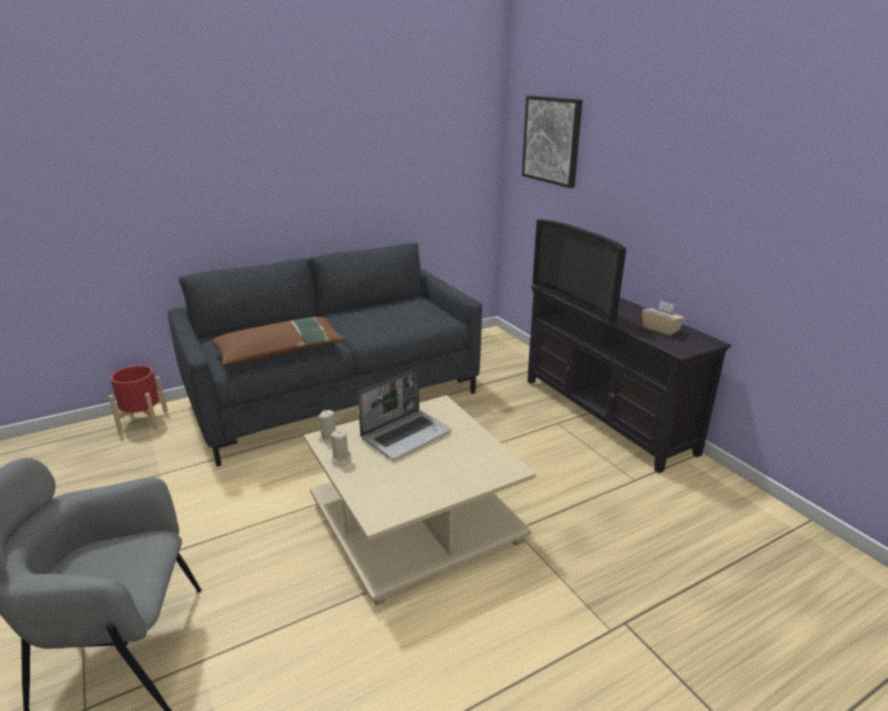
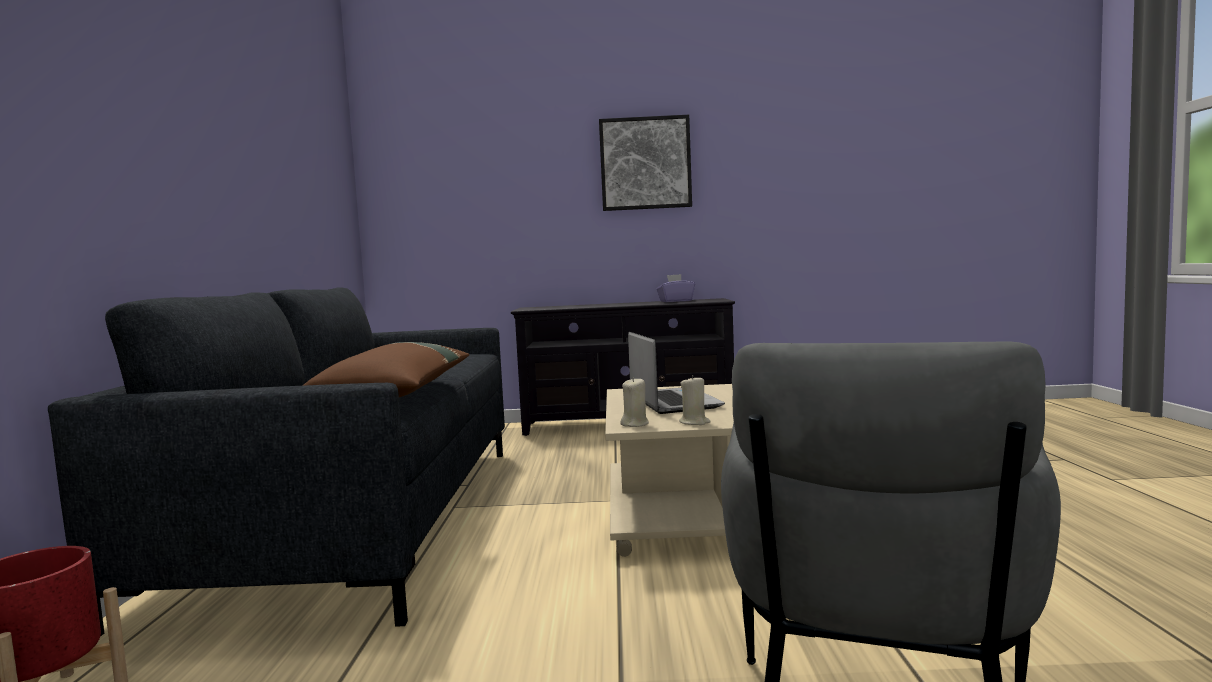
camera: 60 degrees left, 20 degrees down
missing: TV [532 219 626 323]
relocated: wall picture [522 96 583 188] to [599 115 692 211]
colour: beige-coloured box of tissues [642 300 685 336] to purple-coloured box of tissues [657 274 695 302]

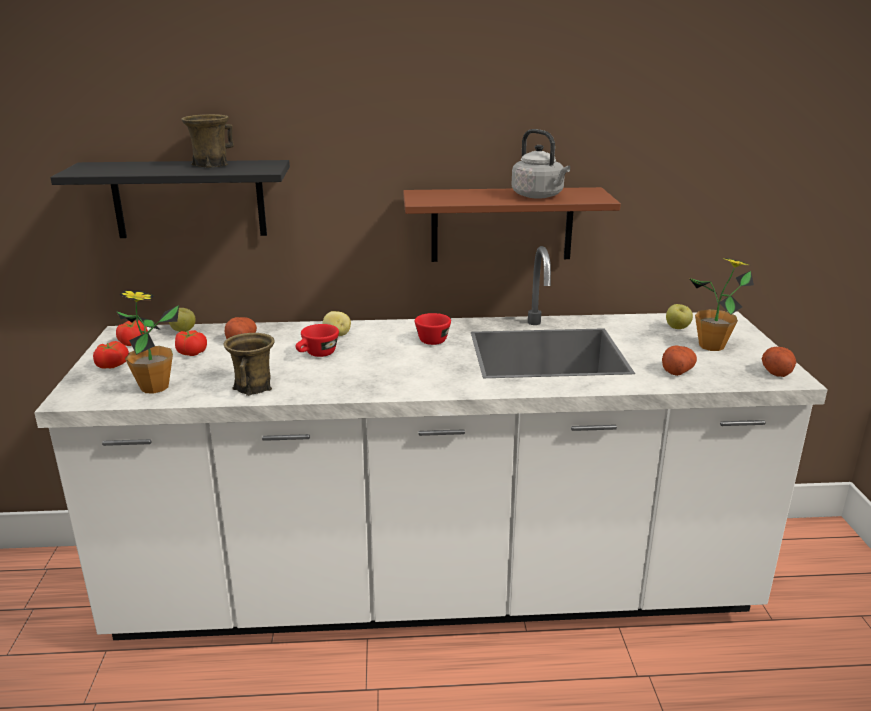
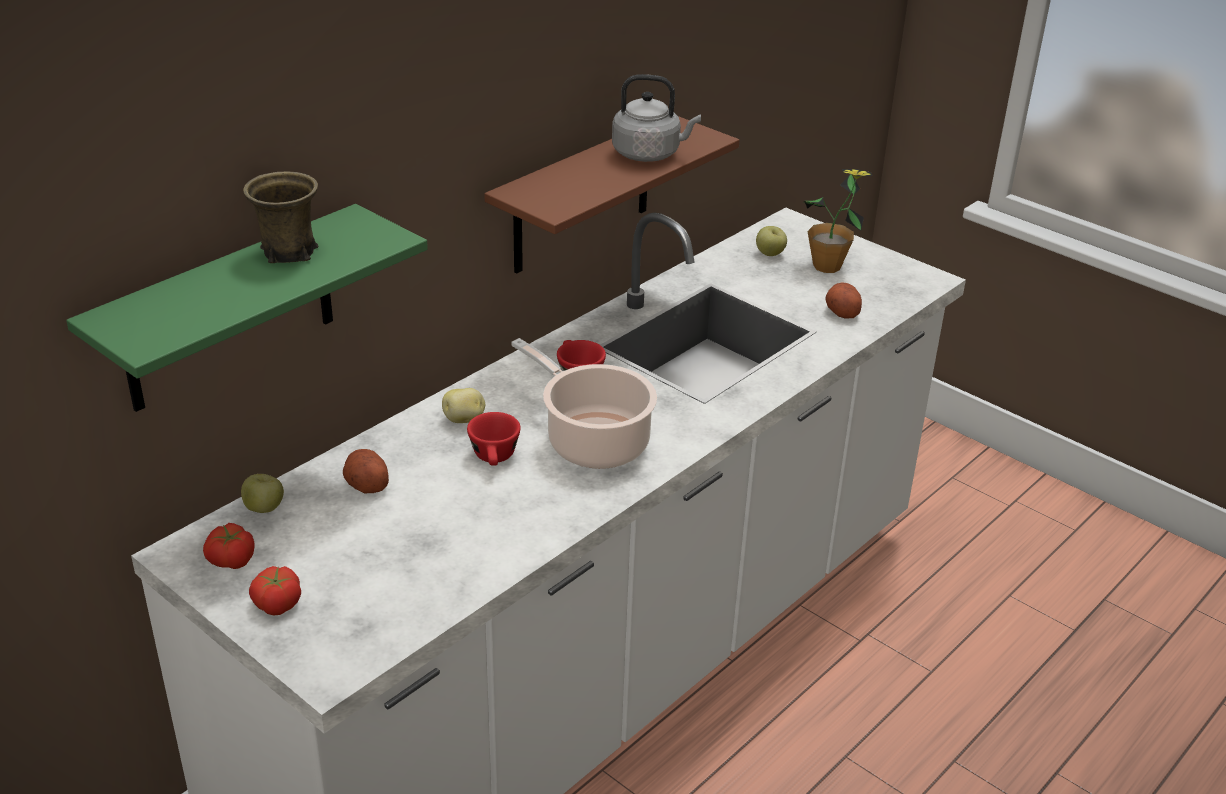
camera: 45 degrees left, 10 degrees up
missing: potted plant [116 291 179 394]; fresh tomato [175 330 207 356]; brown coffee mug [223 333 275 396]; spud [762 347 796 377]
appeared: saucepot [512 338 657 469]
colour: blackish bracket shelf [50 160 290 238] to green bracket shelf [66 204 428 412]

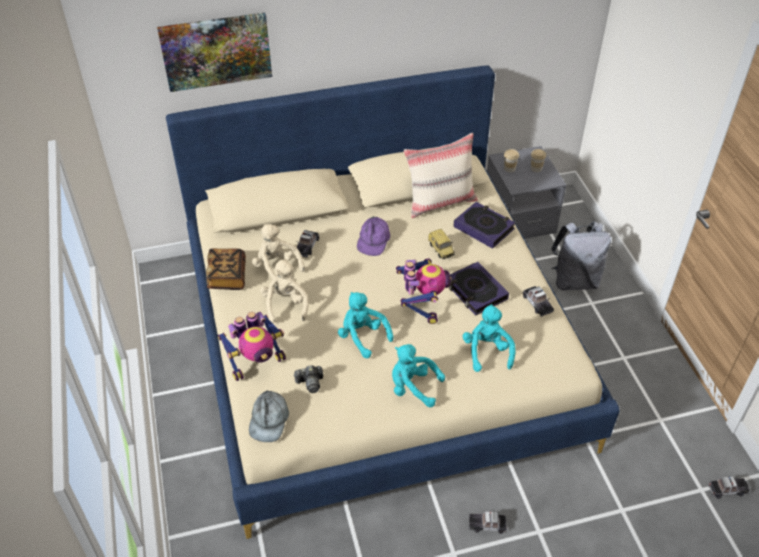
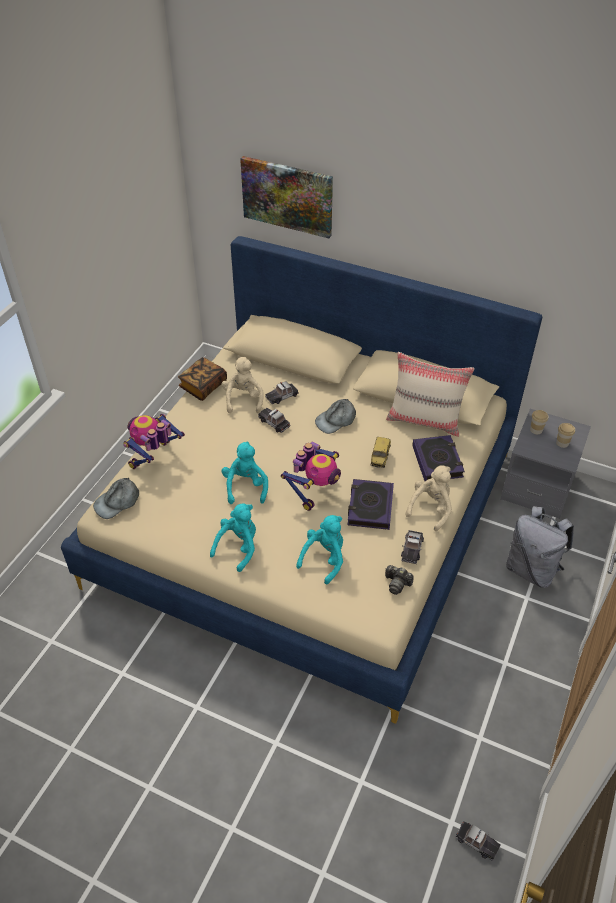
camera: 40 degrees right, 0 degrees up
relocated: beige-coloured cuddly toy [260 259 309 323] to [406 465 452 531]; photo camera [294 365 323 393] to [385 565 414 595]; toy car [469 511 507 534] to [258 408 290 433]
colour: purple-coloured cap [357 216 390 256] to greyish cap [315 399 356 434]
spun: robot figure [218 312 286 381] = [124 414 185 469] 120 degrees clockwise; turquoise-coloured cuddly toy [392 344 445 407] = [210 504 256 572] 60 degrees clockwise

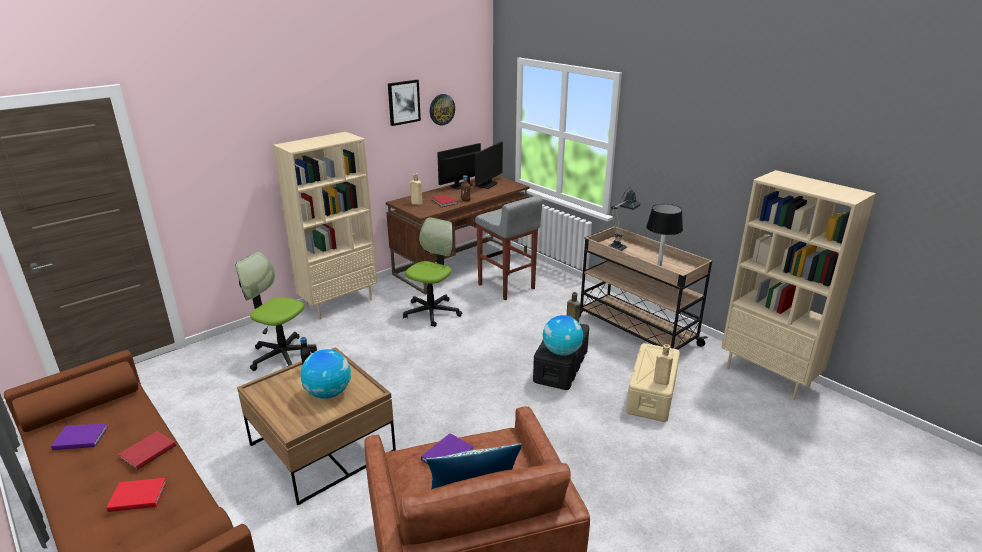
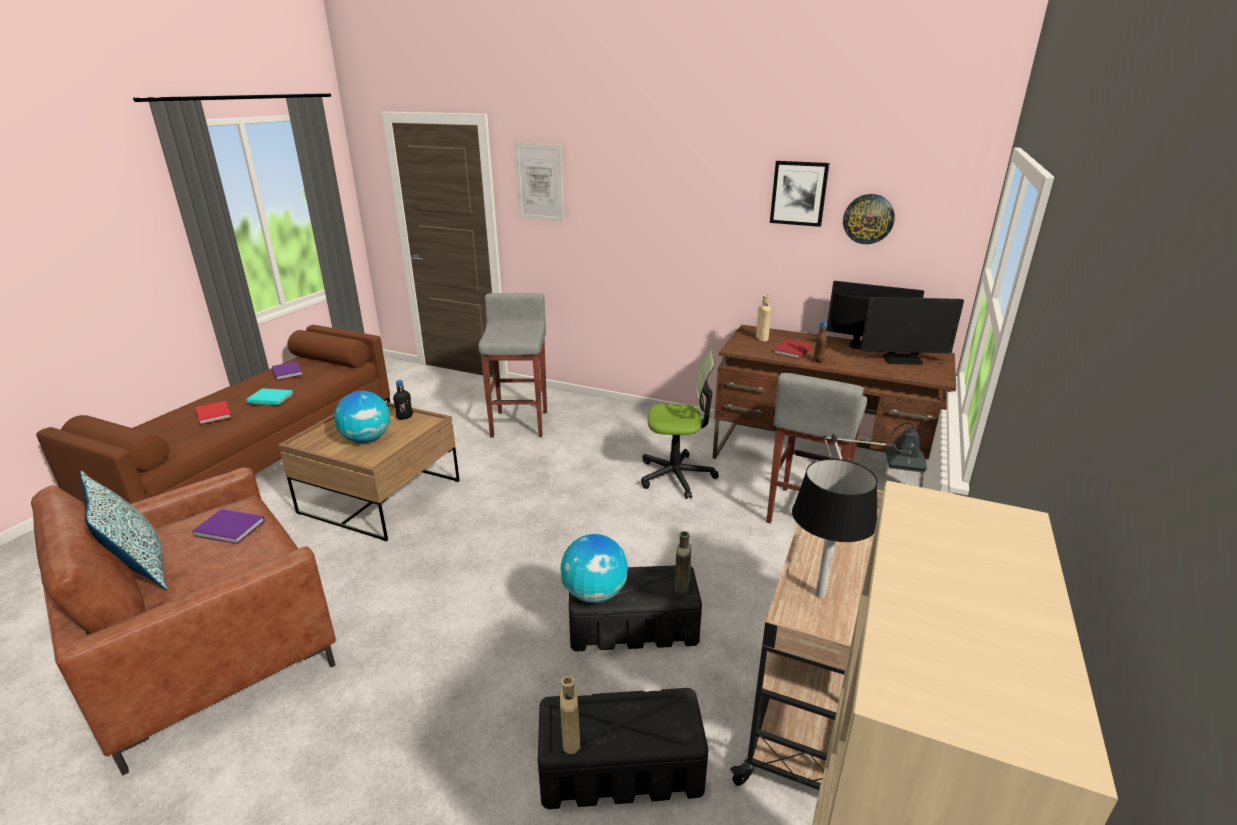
camera: 65 degrees right, 0 degrees up
missing: beige-coloured shelving unit [273 132 377 319]
appeared: wall picture [514 143 564 222]
exchanged: office chair [236 252 317 371] to greyish stool [479 293 547 437]
colour: red book [118 431 176 470] to turquoise-coloured book [246 388 294 405]; beige-coloured storage container [626 343 680 422] to blackish storage container [538 688 708 809]

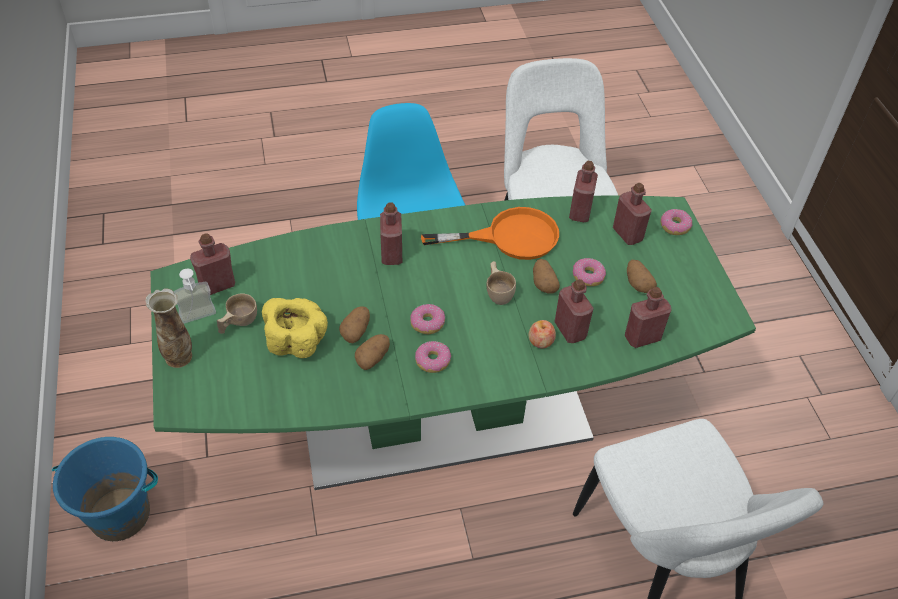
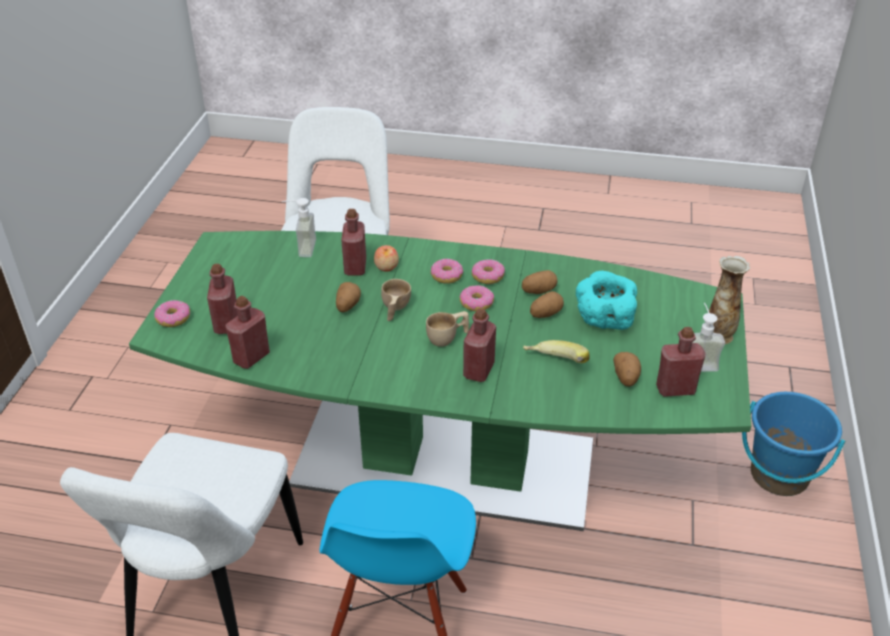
camera: 155 degrees left, 10 degrees down
missing: orange-coloured pan [421 207 559 260]
appeared: whole banana [523 340 590 363]
relocated: beige-coloured small cup [217 294 257 334] to [426 311 469 347]; doughnut [573 258 606 286] to [431 258 463 284]; spud [627 260 657 293] to [613 352 641 387]
exchanged: red bottle [625 287 671 348] to liquid soap bottle [282 198 316 257]
colour: yellowish serving bowl [262 298 328 358] to turquoise-coloured serving bowl [576 271 637 330]

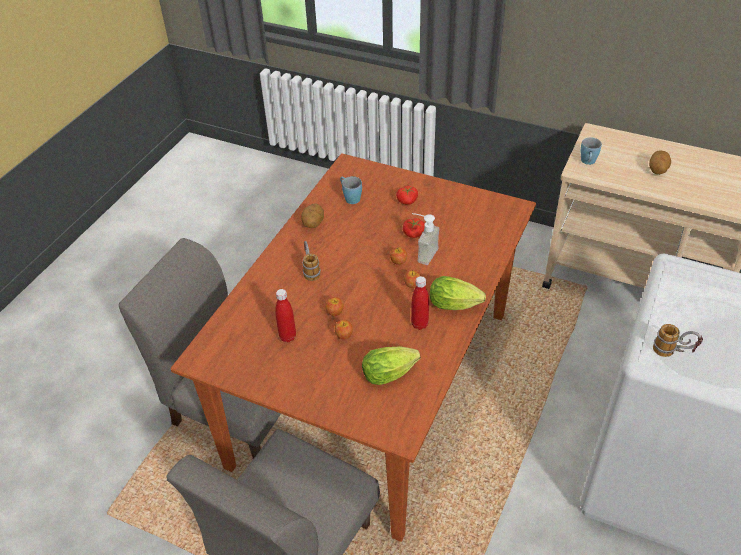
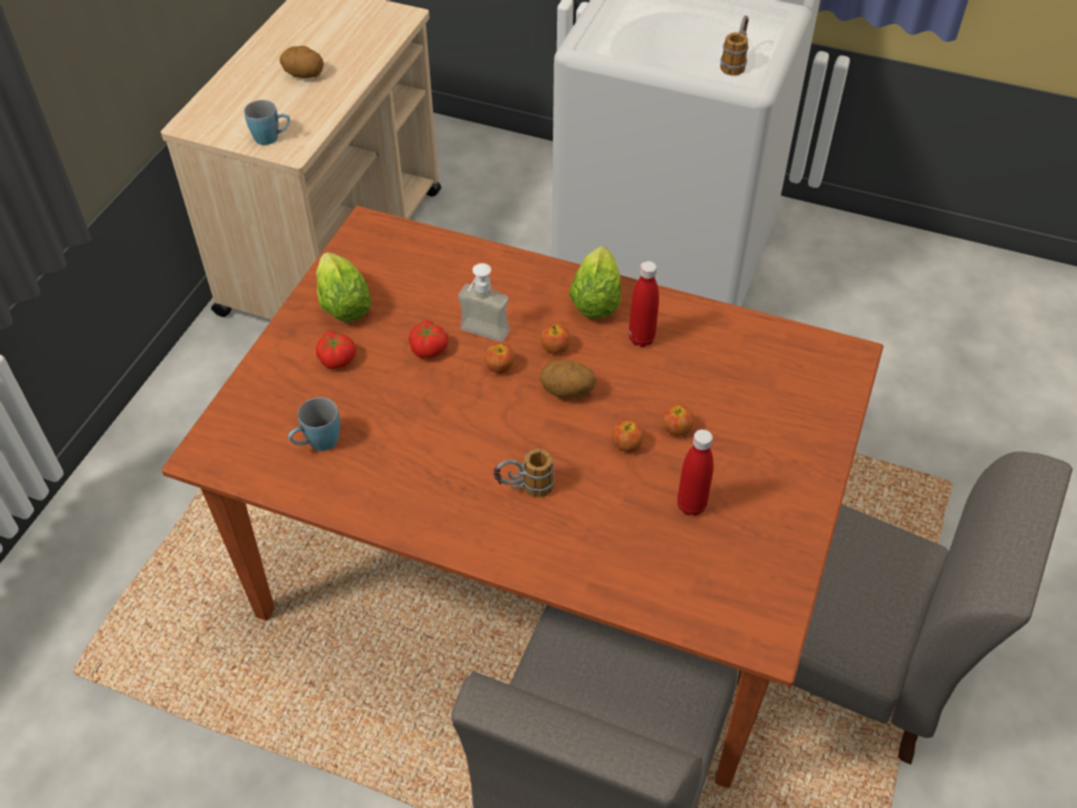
camera: 95 degrees left, 5 degrees up
relocated: spud [301 203 324 228] to [540 360 597 398]; lettuce [362 346 420 385] to [316 252 372 322]

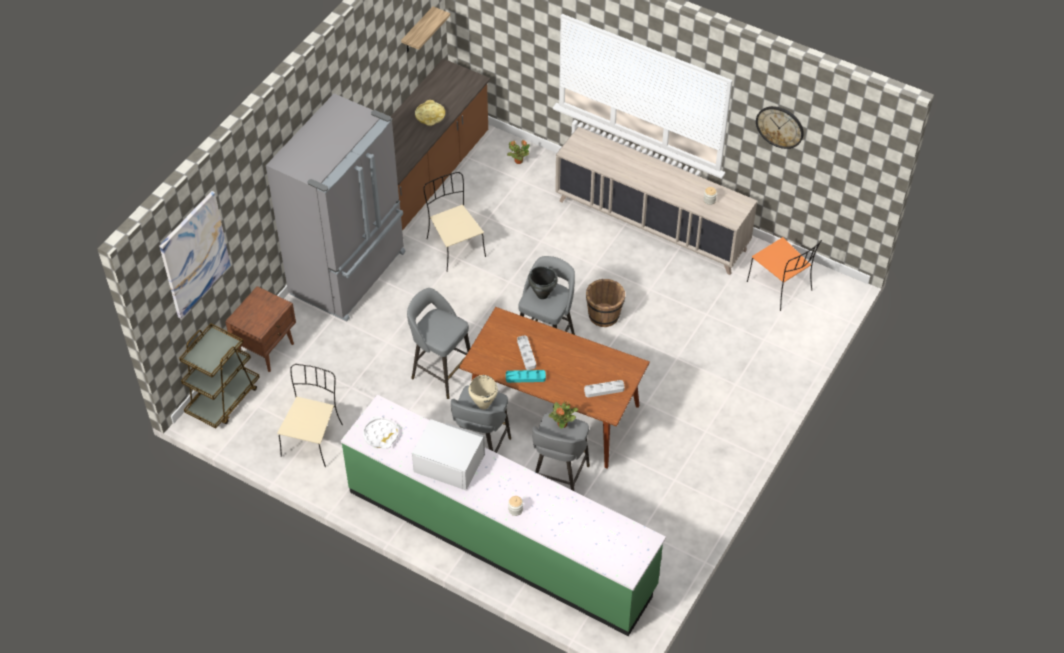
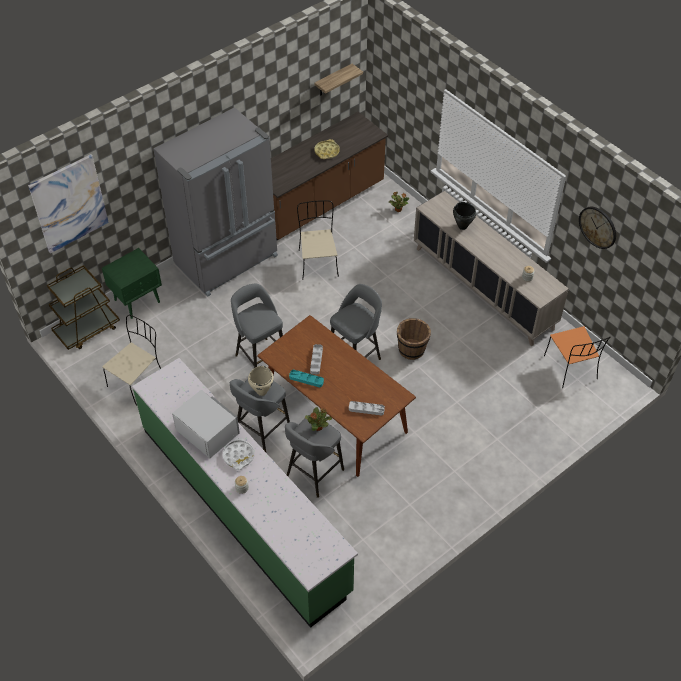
camera: 20 degrees right, 0 degrees up
relocated: white carrying tray [363 416 398 449] to [223 437 254 470]; blackish saucepot [528 266 557 299] to [453 202 476 230]
colour: brown bedside table [225 286 296 372] to green bedside table [102 248 162 319]

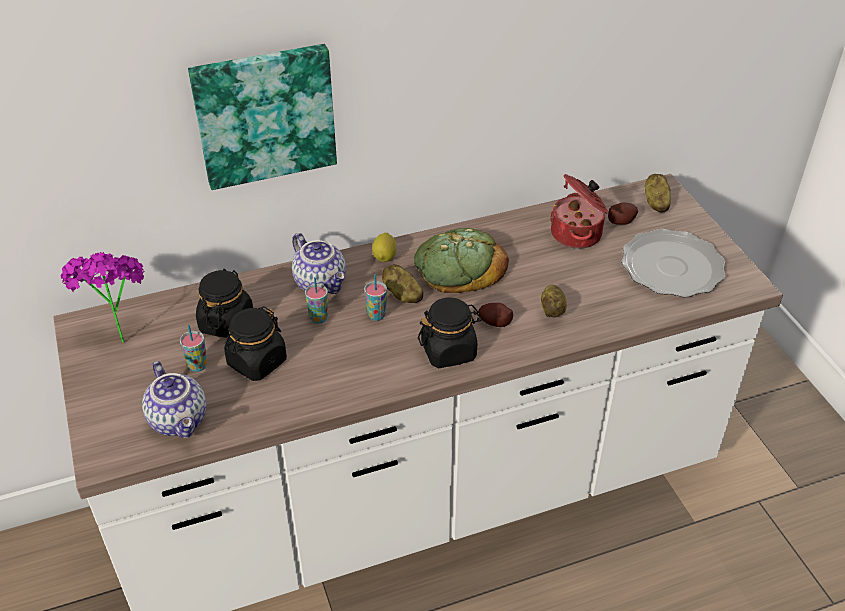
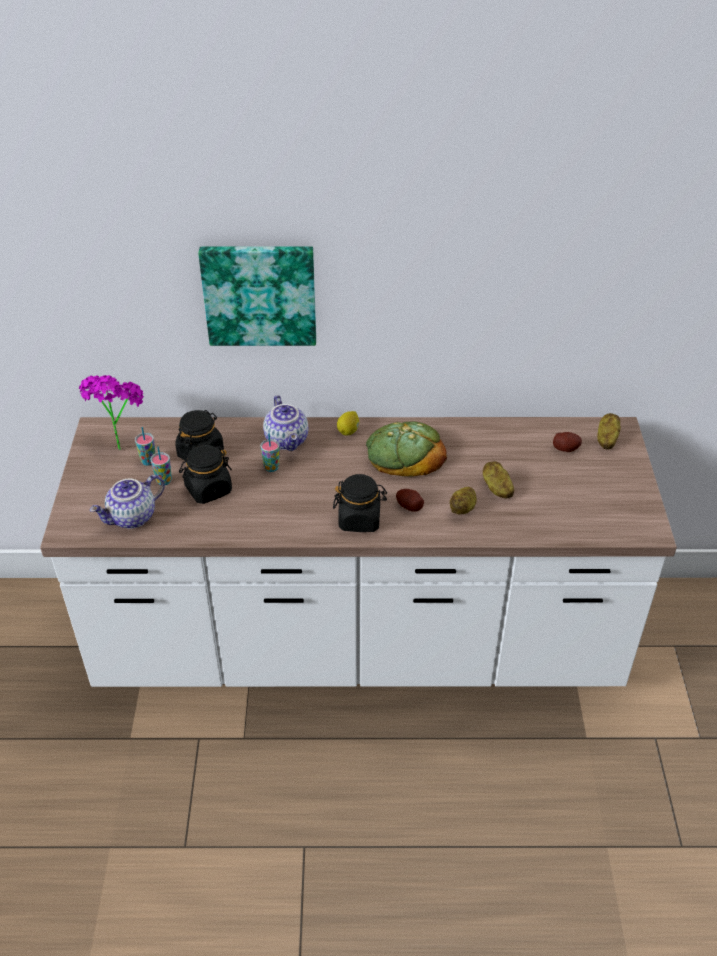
camera: 20 degrees right, 0 degrees up
missing: saucepot [550 174 608 249]; flat dish [621 229 725 297]
relocated: small cup [364 274 387 321] to [135 427 155 466]; spud [382 264 424 303] to [483 461 514 499]
spun: tea pot [142 361 207 438] = [90 475 165 529] 60 degrees clockwise

